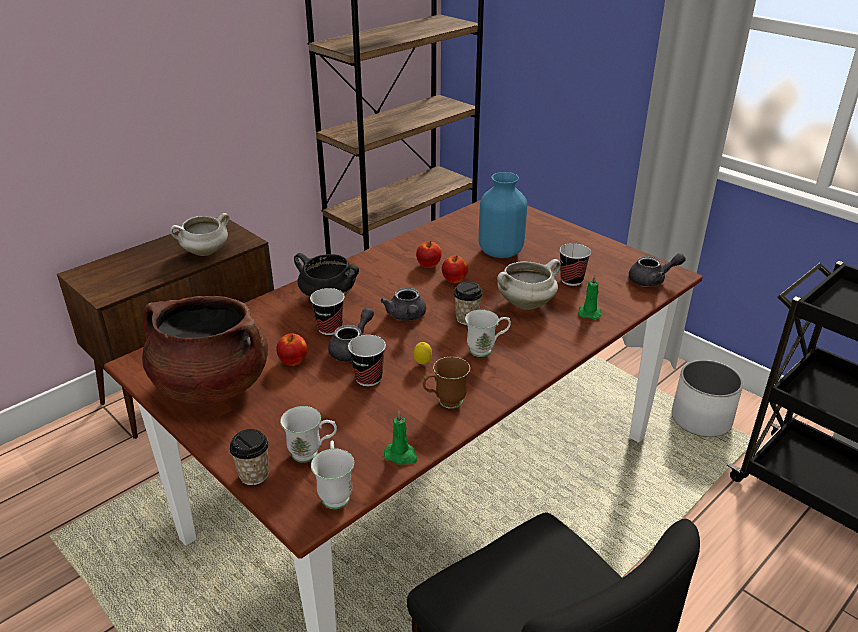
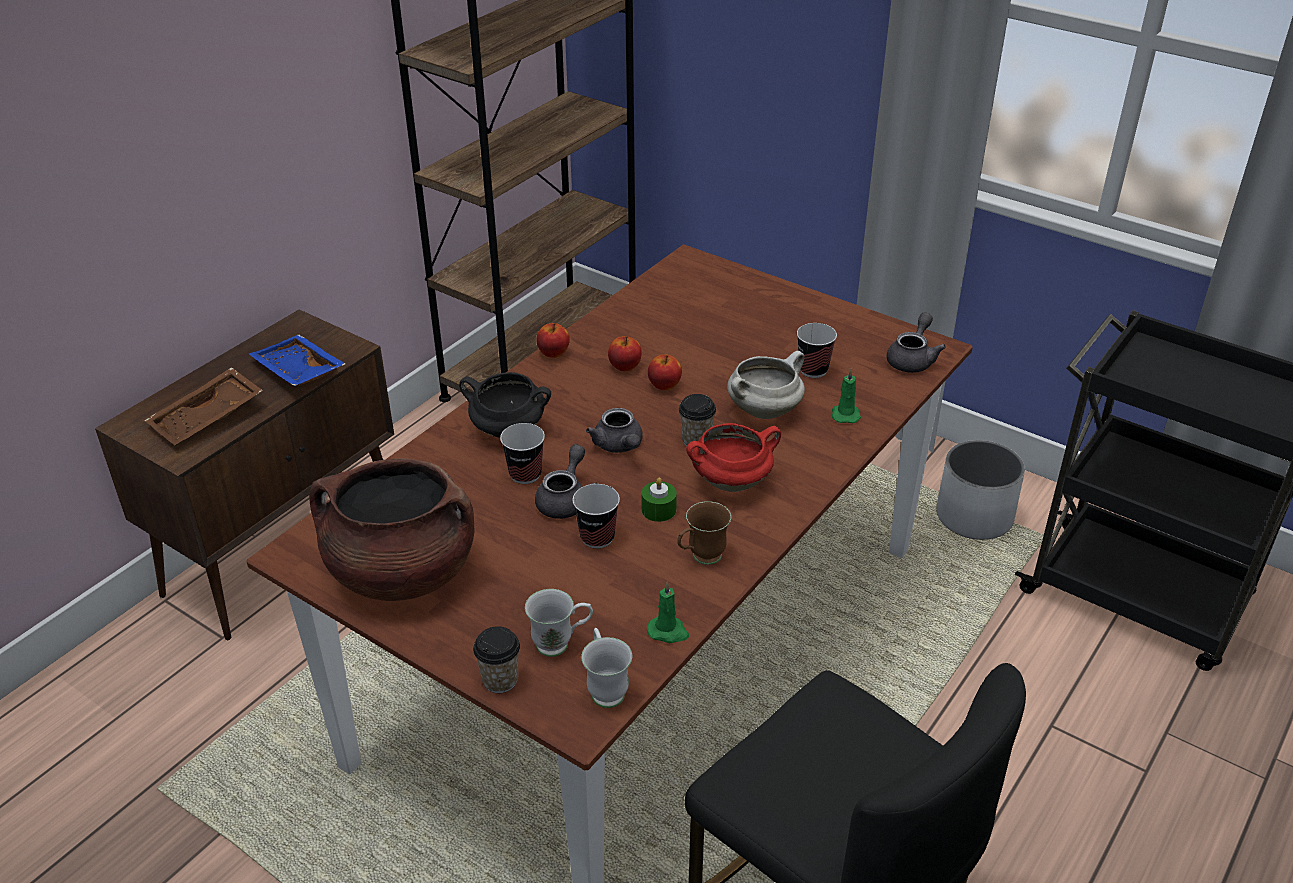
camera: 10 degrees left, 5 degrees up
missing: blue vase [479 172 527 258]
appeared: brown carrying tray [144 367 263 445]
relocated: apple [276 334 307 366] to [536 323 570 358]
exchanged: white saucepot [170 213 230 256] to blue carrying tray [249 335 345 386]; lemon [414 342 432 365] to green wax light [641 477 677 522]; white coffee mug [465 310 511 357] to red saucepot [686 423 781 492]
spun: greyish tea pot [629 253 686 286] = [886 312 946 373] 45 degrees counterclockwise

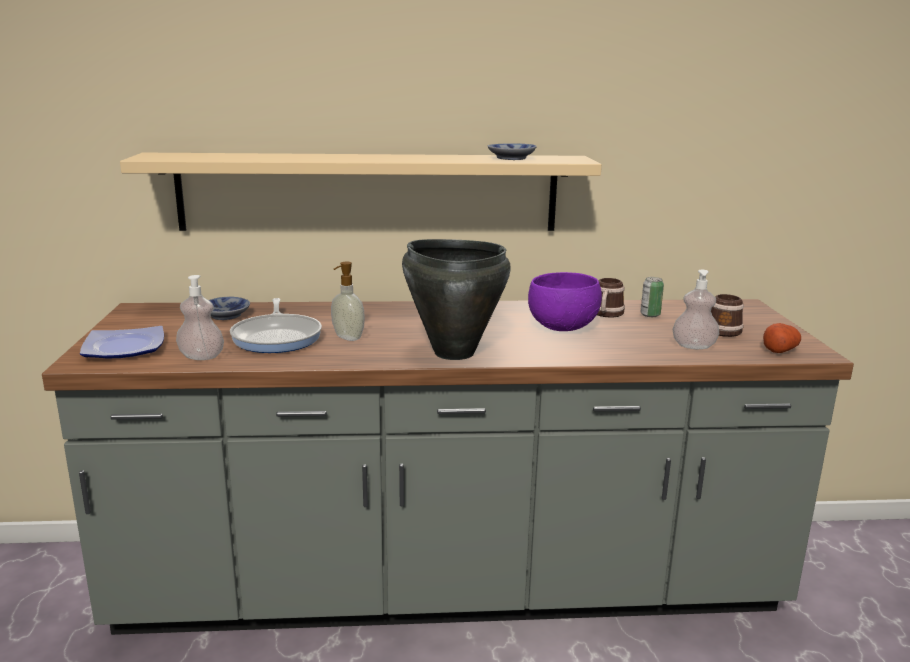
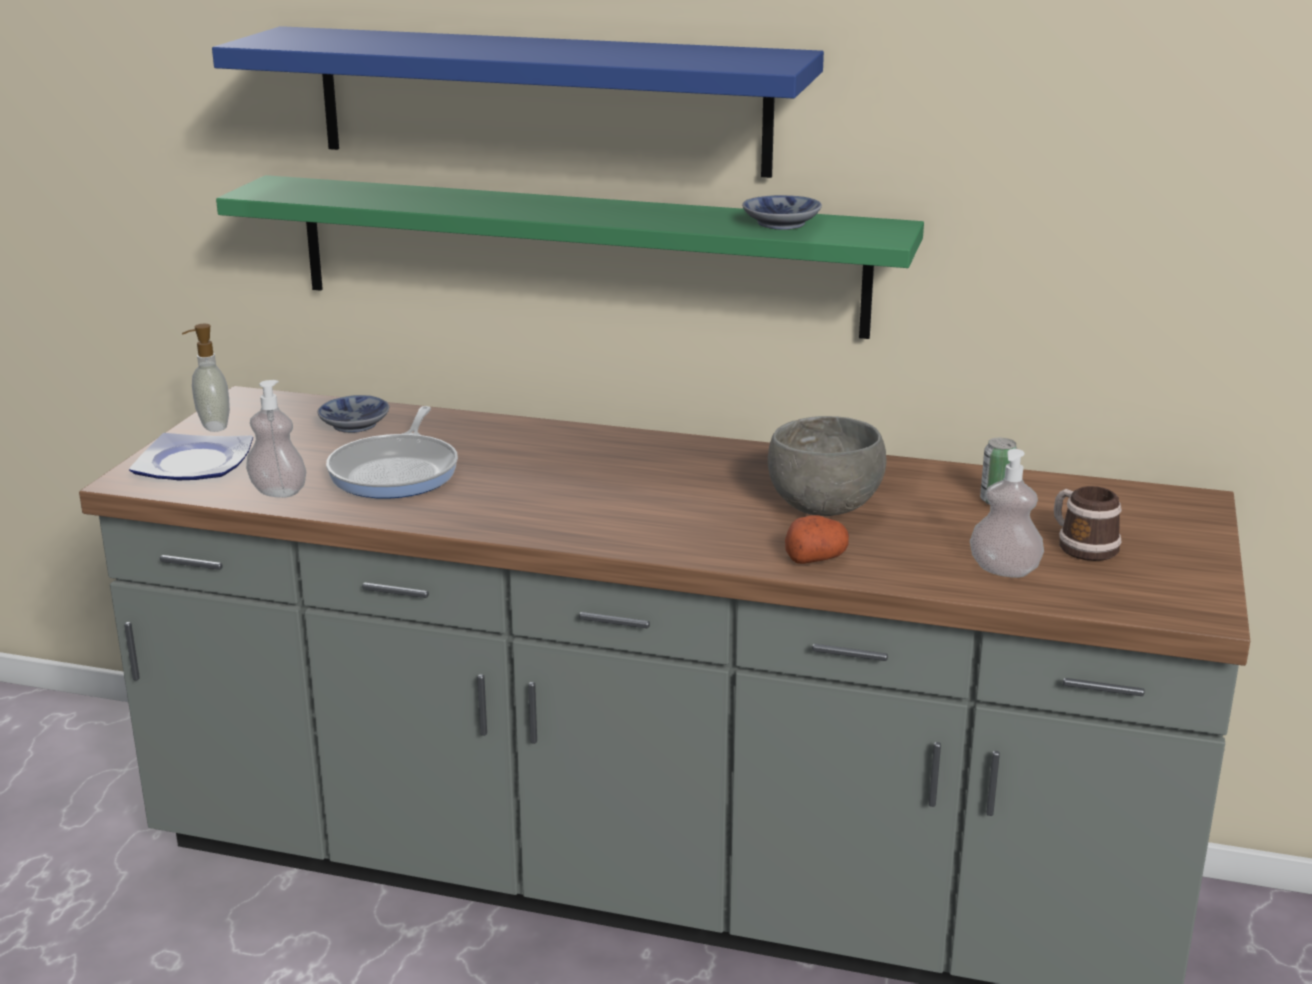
camera: 20 degrees right, 5 degrees up
missing: blackish saucepot [402 239 511 360]; coffee mug [597 278 625 317]
appeared: blue bracket shelf [212 26 824 178]
relocated: liquid soap bottle [331 262 365 341] to [182 324 230 432]; spud [763 323 801 353] to [785 515 849 564]
colour: beige-coloured bracket shelf [120 153 602 231] to green bracket shelf [216 175 924 339]; purple-coloured serving bowl [528 272 602 331] to greyish serving bowl [768 416 886 516]

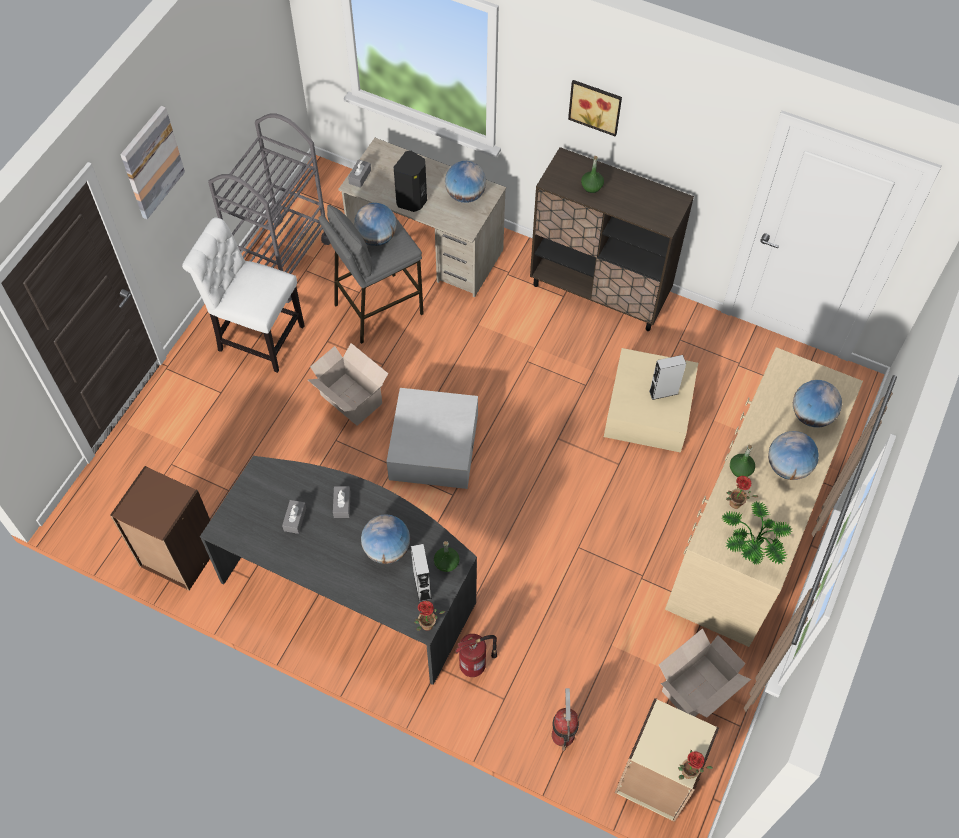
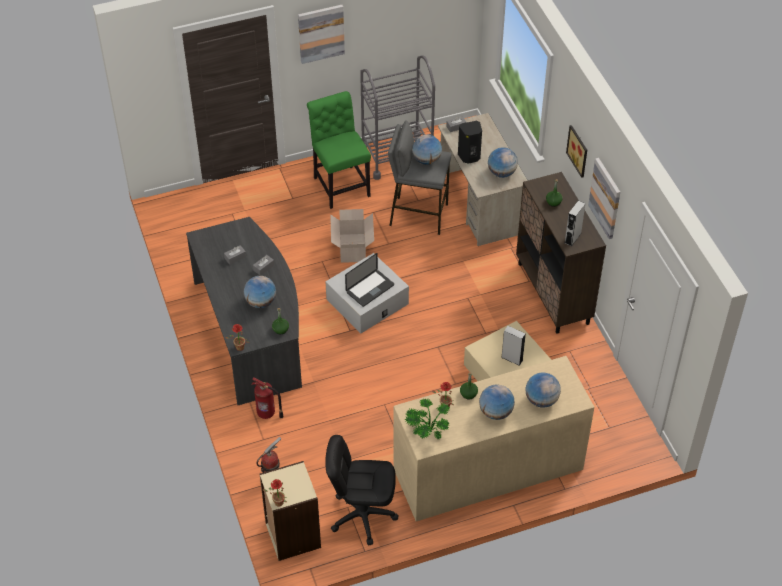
camera: 45 degrees right, 10 degrees down
missing: brown shelving unit [110 466 210 590]
appeared: notebook computer [345 253 394 307]; wall picture [588 158 620 239]
relocated: greyish audio speaker [411 544 432 602] to [565 200 585 246]
exchanged: cardboard box [659 628 751 717] to blackish office chair [325 435 399 545]
colour: white chair [182 217 305 373] to green chair [307 91 371 209]

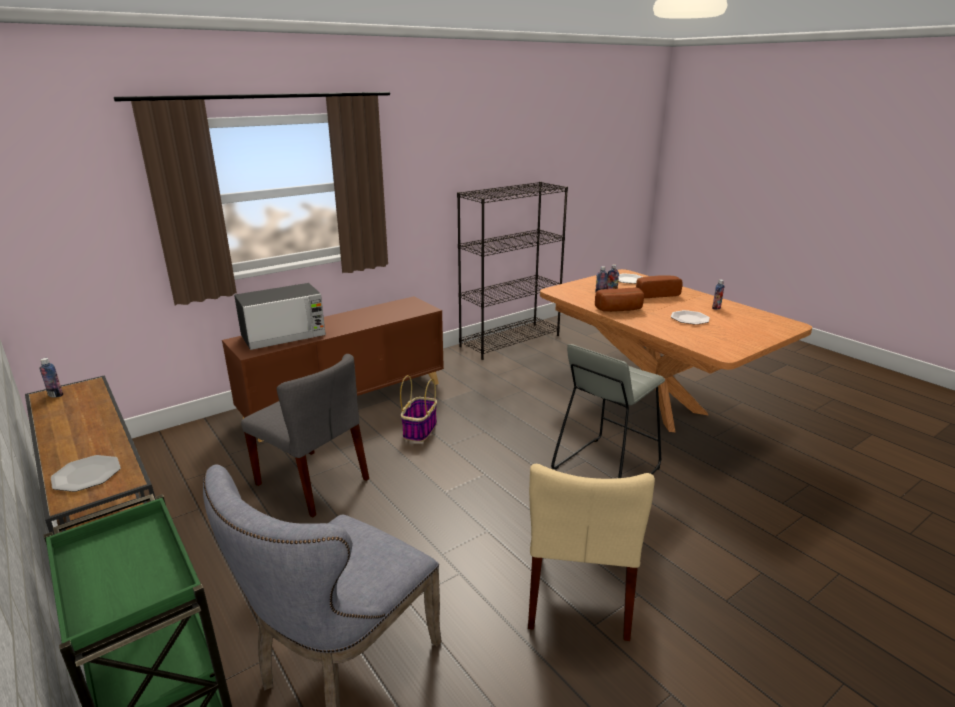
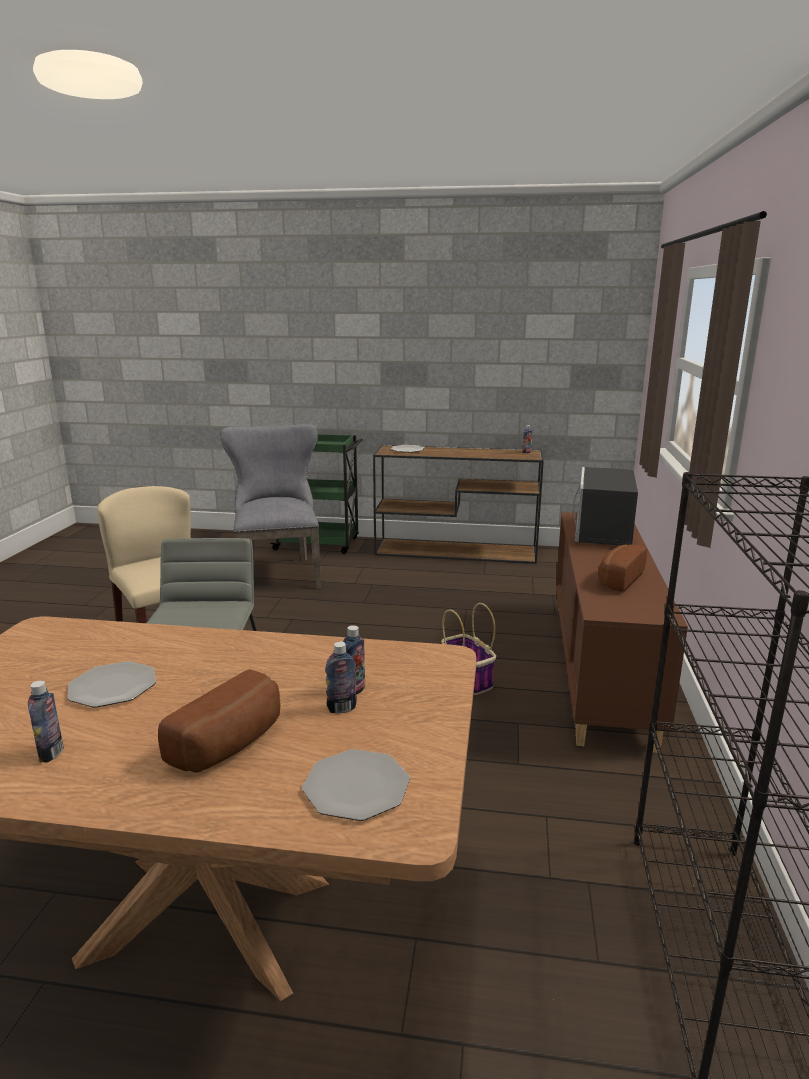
camera: 135 degrees right, 5 degrees down
missing: greyish chair [241 354 369 517]
relocated: bakery bread [595 287 644 312] to [598 544 647 592]

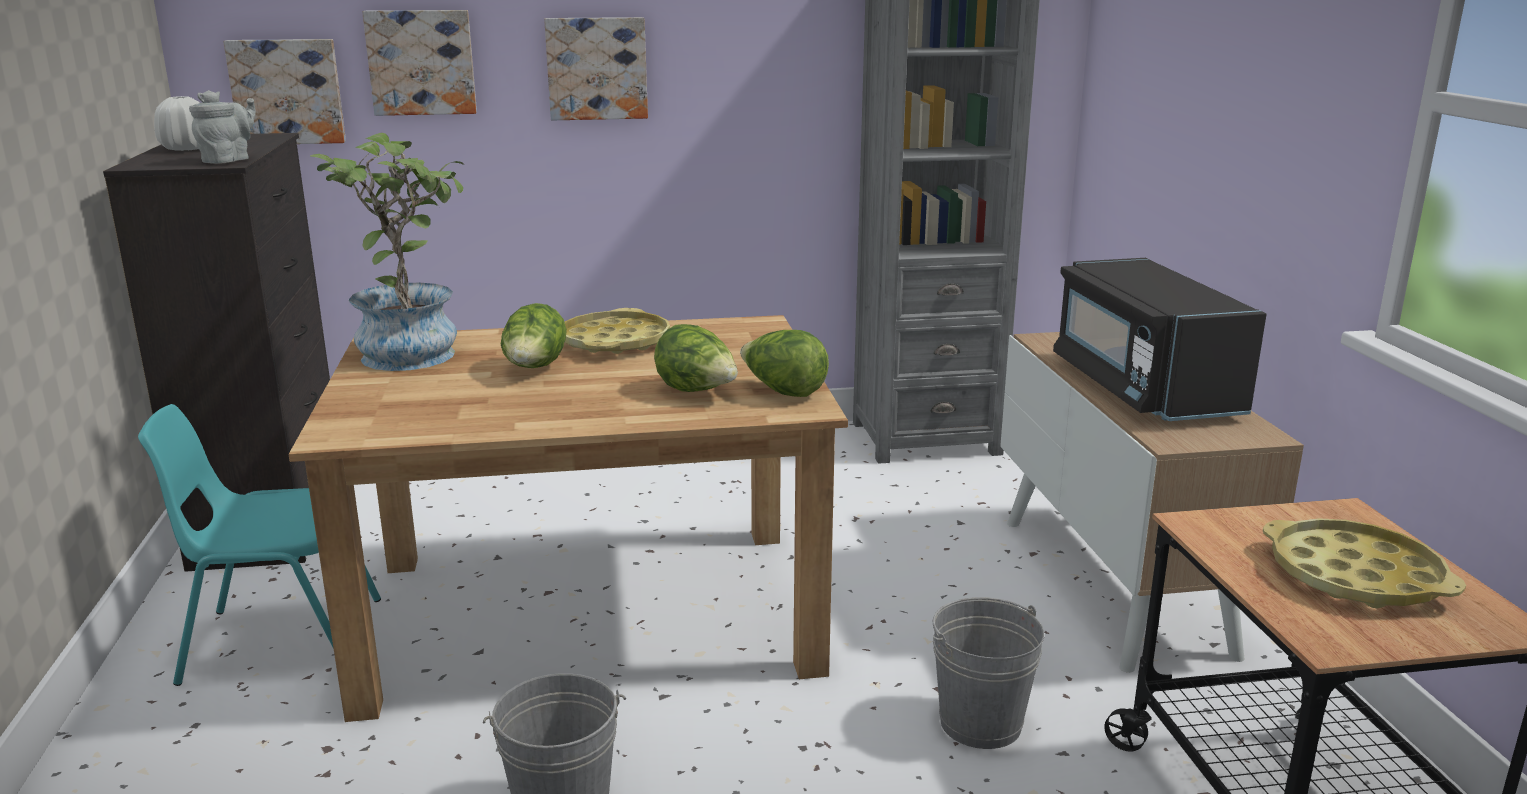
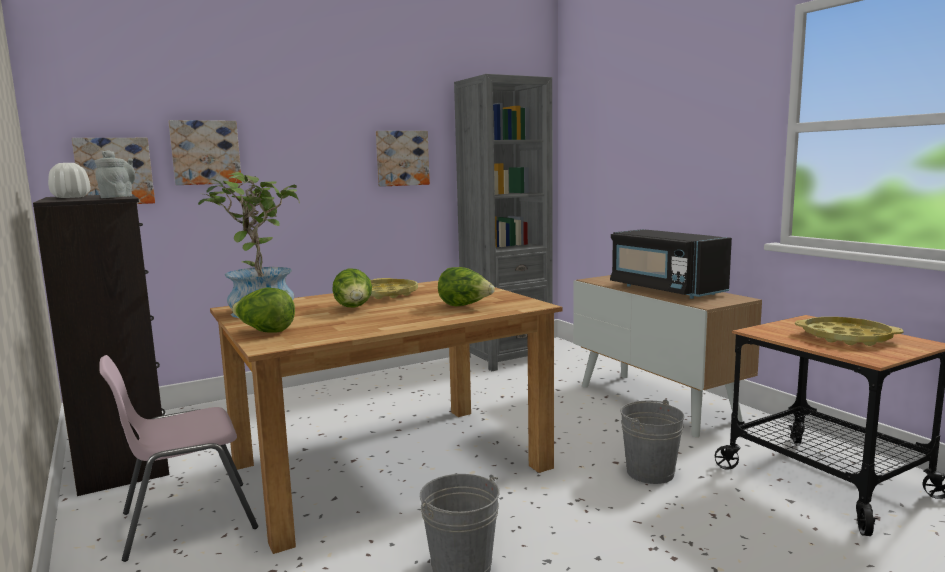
camera: 20 degrees left, 10 degrees down
relocated: wall picture [544 17 648 120] to [376 131 430 187]; lettuce [740 330 829 397] to [232 287 295 332]
colour: turquoise-coloured chair [138 404 381 686] to pink chair [99 355 258 562]

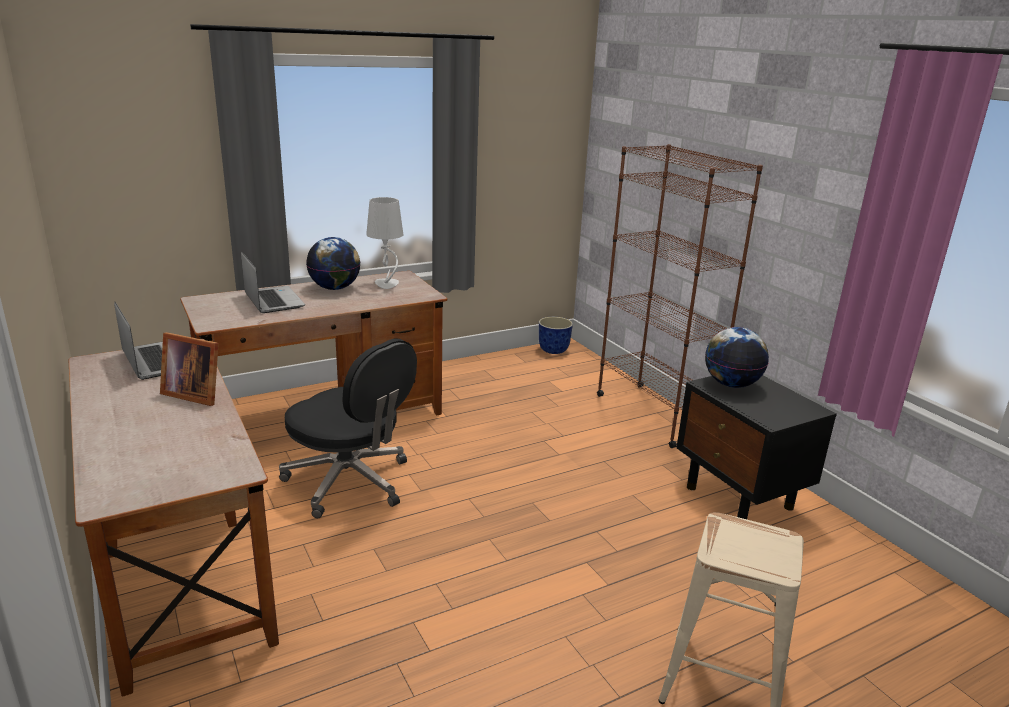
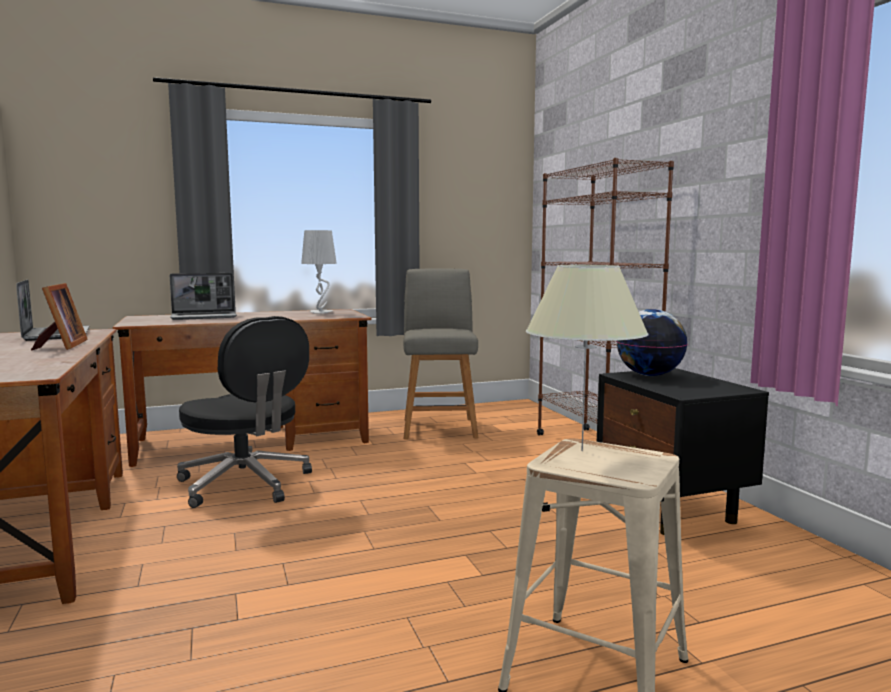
camera: 10 degrees right, 15 degrees down
missing: globe [306 237 360 290]; flower pot [539 317 573 354]
appeared: greyish chair [403 269 478 439]; beige-coloured lamp for a table [526 265 649 451]
spun: picture frame [160 332 219 406] = [31 283 88 350] 135 degrees counterclockwise; notebook computer [241 251 305 313] = [170 273 237 320] 90 degrees clockwise

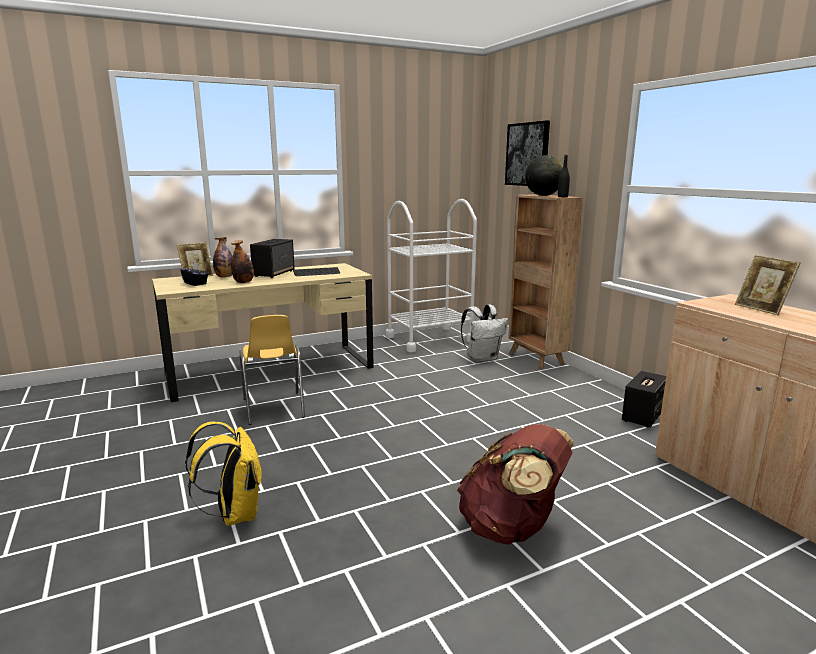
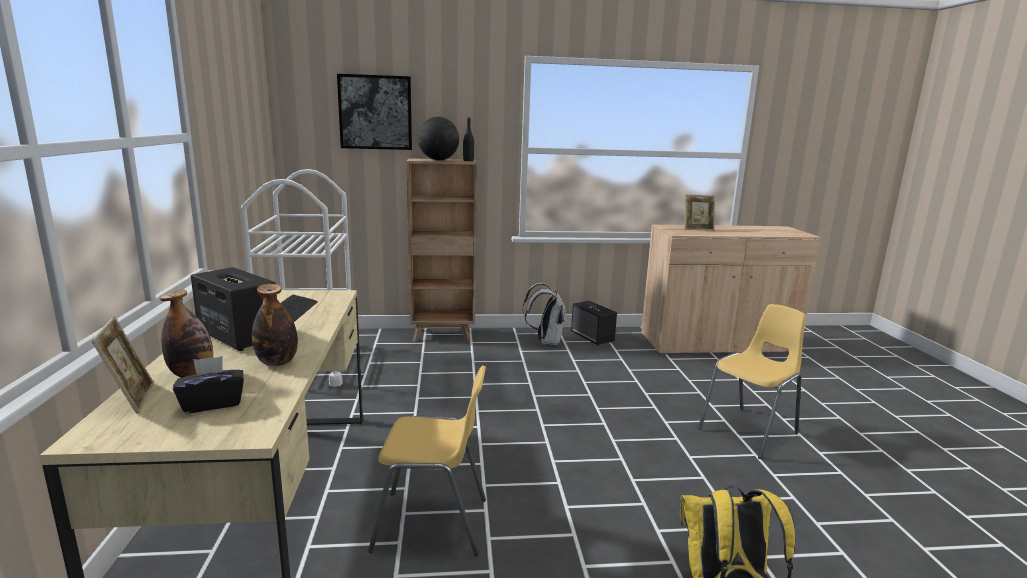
camera: 70 degrees left, 0 degrees up
relocated: white knapsack [461 305 508 362] to [523 283 566 346]
exchanged: brown knapsack [457 424 573 545] to yellowish chair [698 304 806 459]

